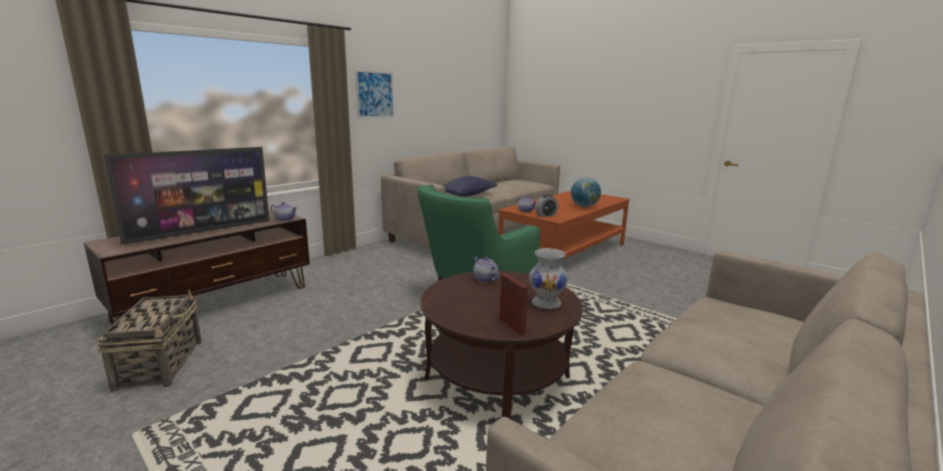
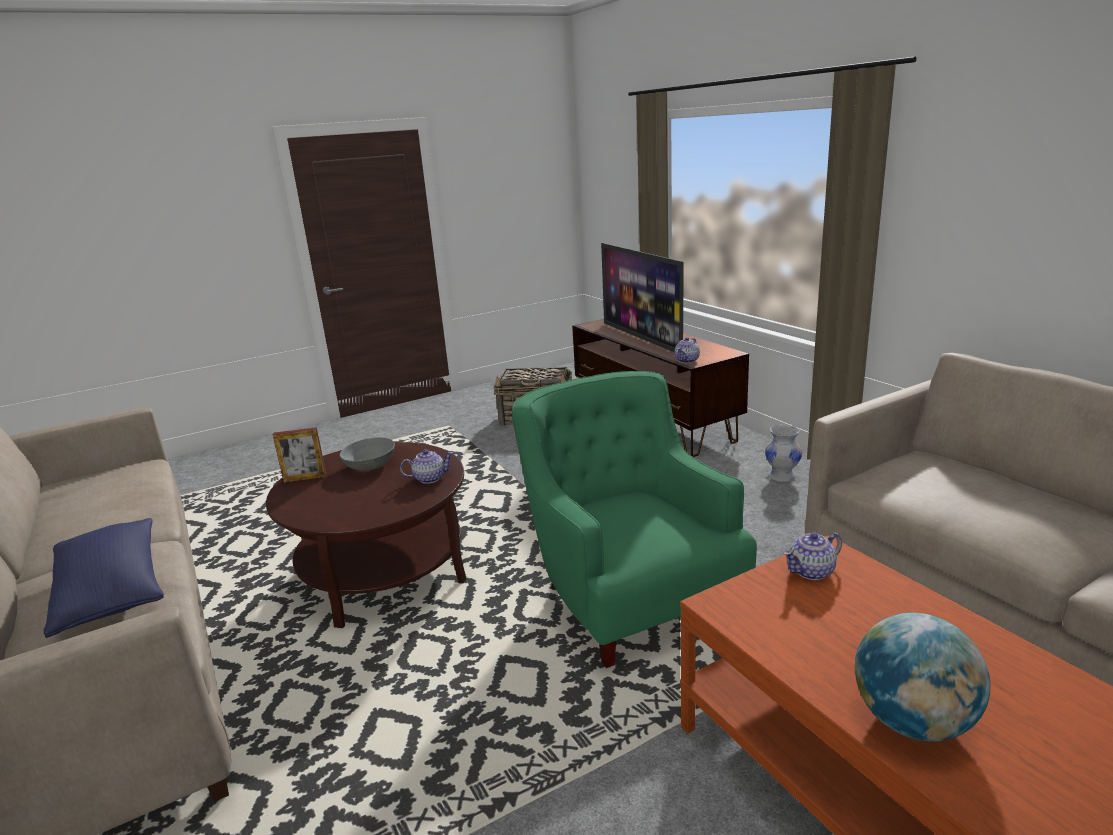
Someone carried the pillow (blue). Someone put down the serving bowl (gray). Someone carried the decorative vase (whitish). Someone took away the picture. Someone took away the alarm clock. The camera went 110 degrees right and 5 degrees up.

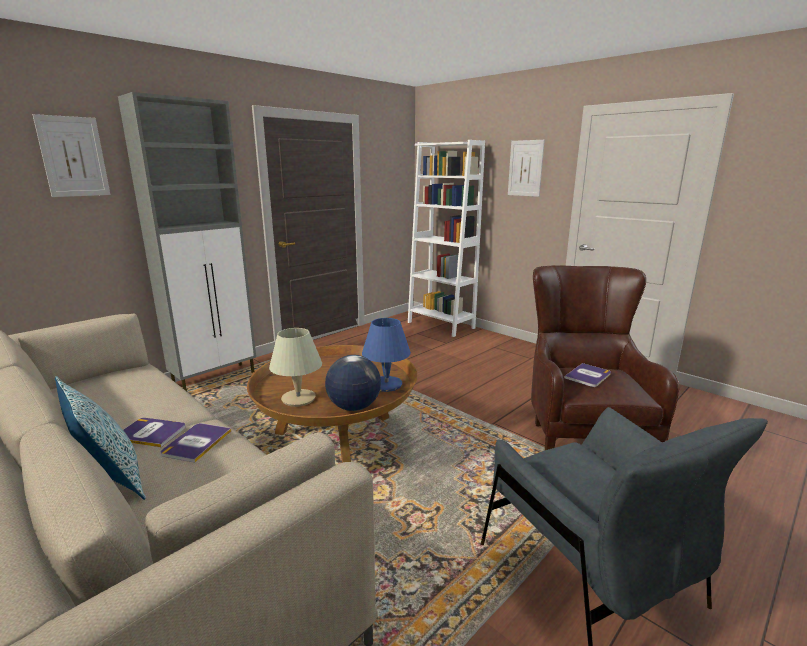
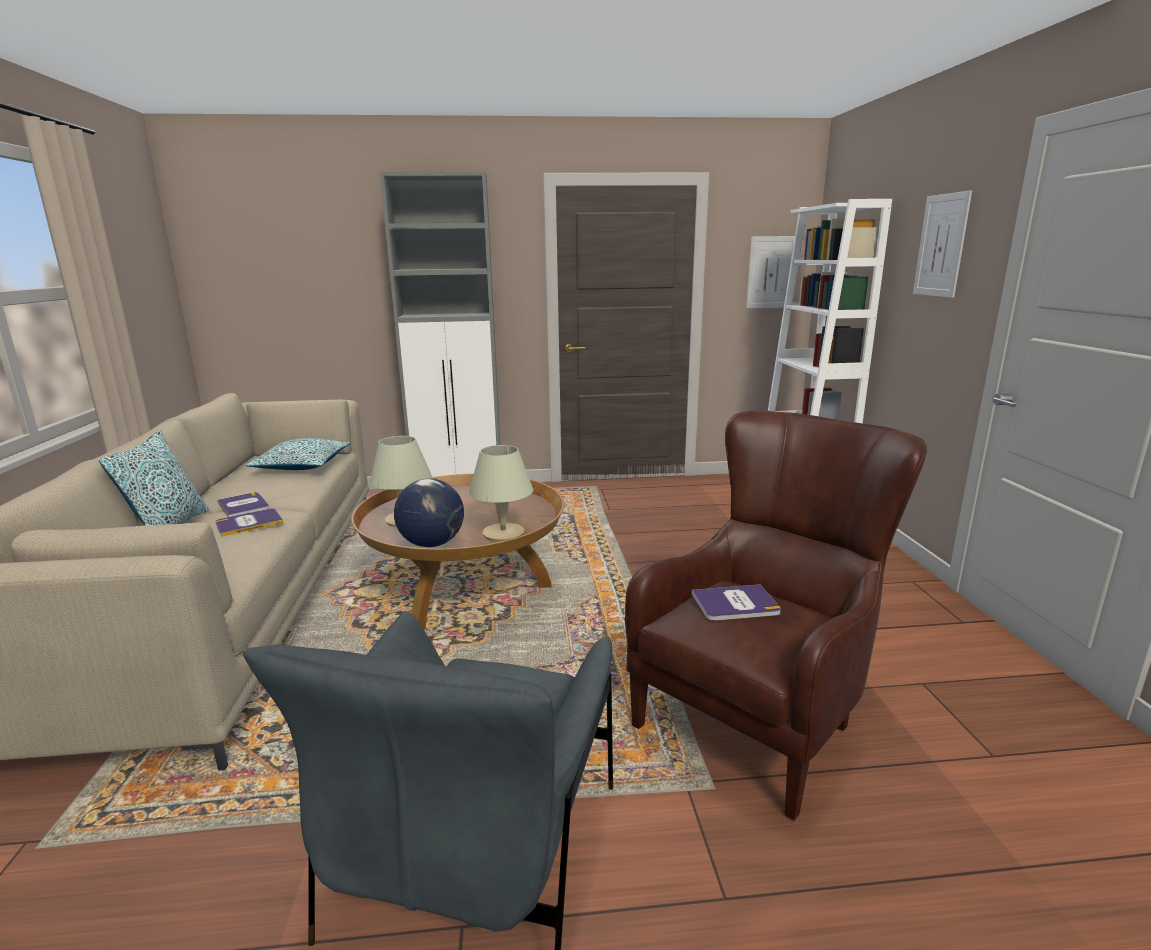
Someone put down the pillow (no. 2 from left). Someone repainted the table lamp (blue), which became the table lamp (beige-coloured) (no. 2 from left). Someone carried the picture (no. 1 from left). The camera went 40 degrees right and 0 degrees up.

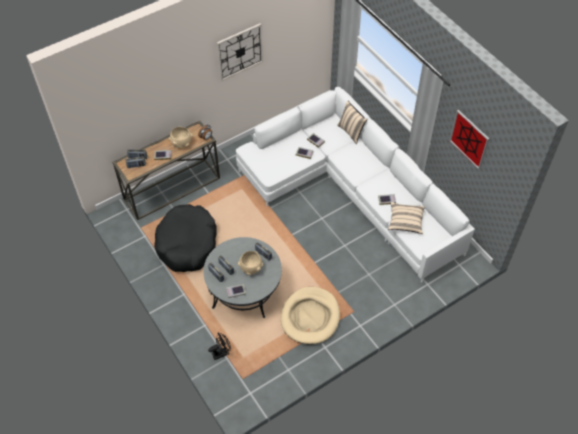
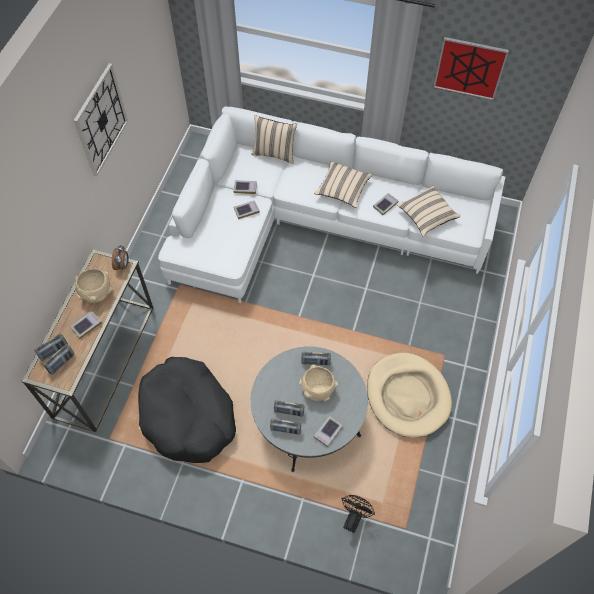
Someone put down the pillow (beige-coloured) (no. 2 from left). The camera went 40 degrees left and 5 degrees up.

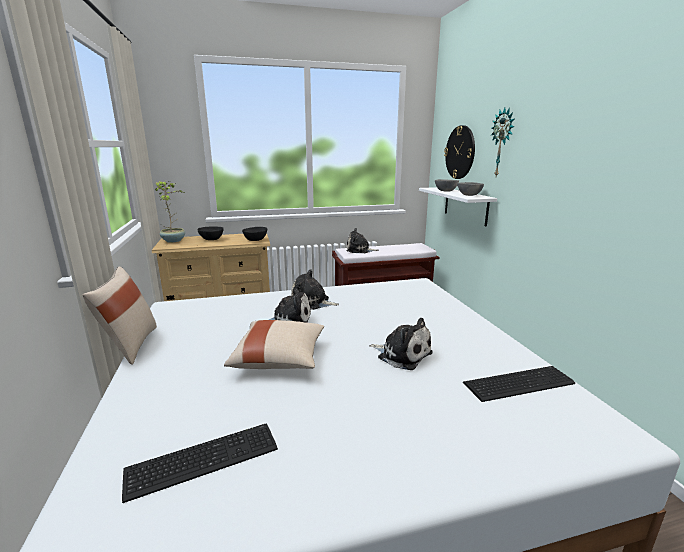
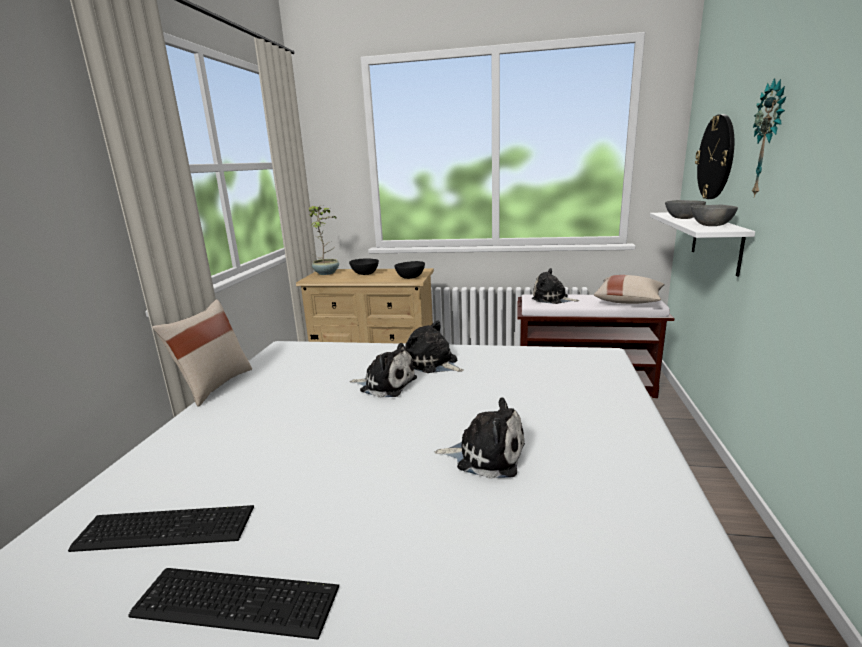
Someone carried the keyboard (no. 2 from left). Someone rotated the cuddly toy (no. 4 from left in the first image) by 45 degrees counterclockwise. Someone carried the pillow (beige-coloured) (no. 2 from left). The camera went 25 degrees right and 0 degrees up.

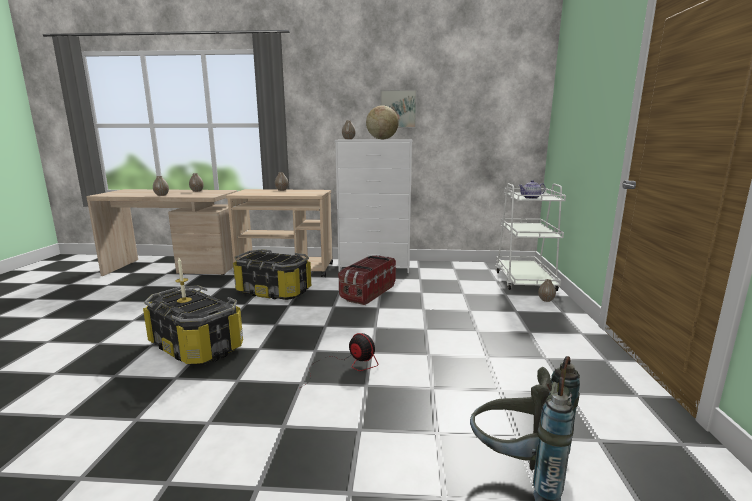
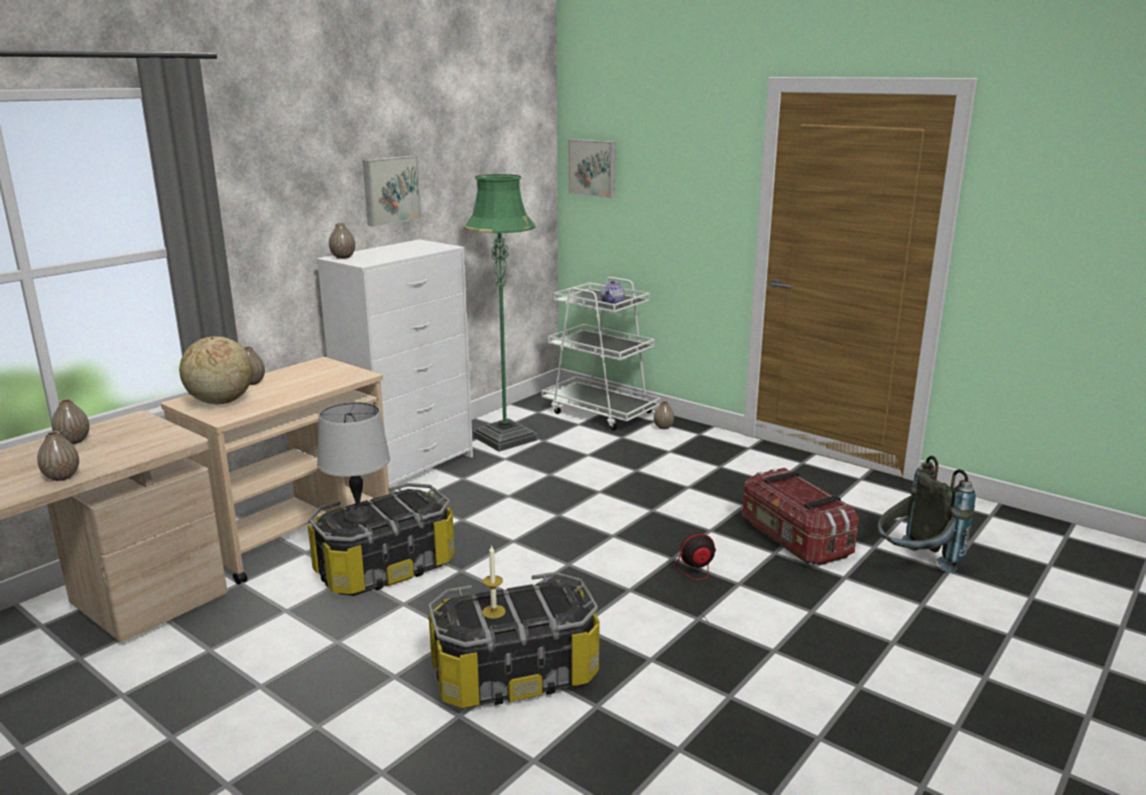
Someone carried the globe. Someone put down the table lamp (gray). Someone put down the standard lamp (greenish). Someone put up the picture (no. 2 from left). Someone carried the storage bin (no. 3 from left). The camera went 55 degrees left and 5 degrees up.

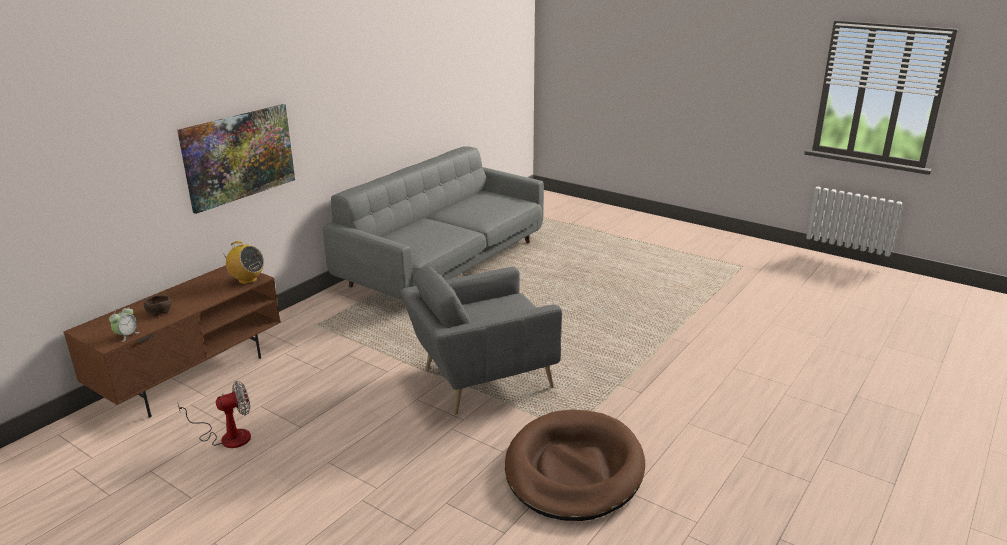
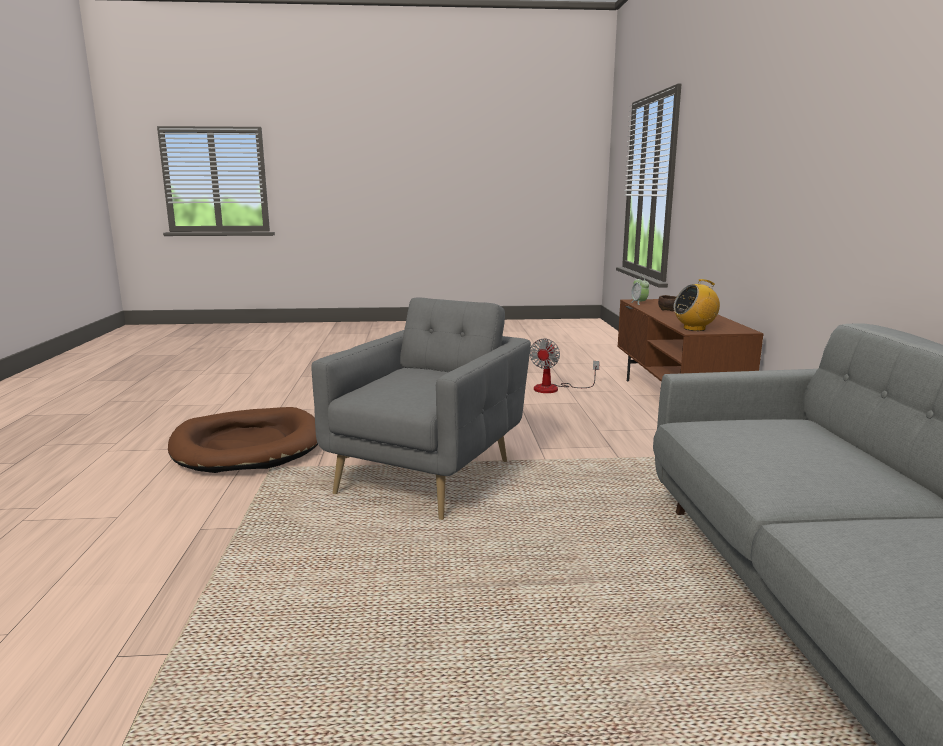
Someone took away the picture. The camera went 140 degrees right and 10 degrees down.

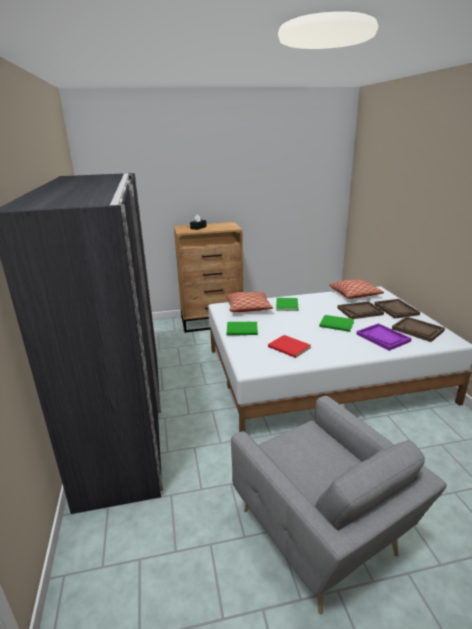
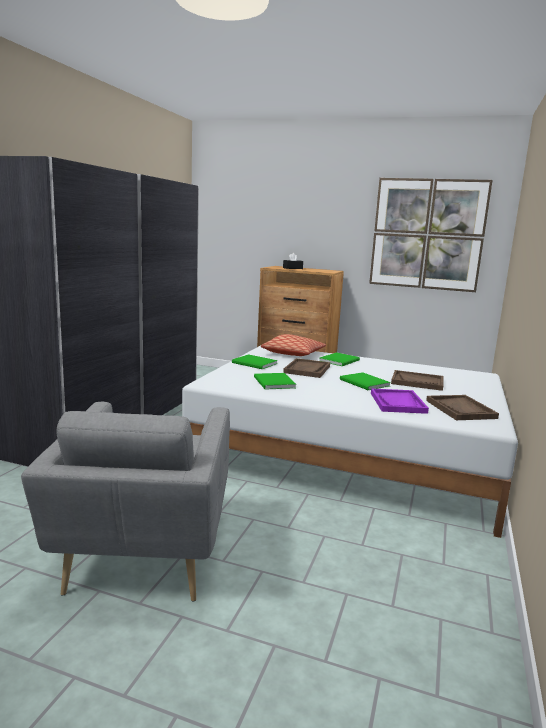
Someone repainted the book (red-coloured), which became the book (greenish) (no. 2 from left). Someone carried the tray (brown-coloured) (no. 2 from left in the first image). Someone put up the picture. Someone took away the pillow (no. 2 from left). The camera went 30 degrees right and 10 degrees down.

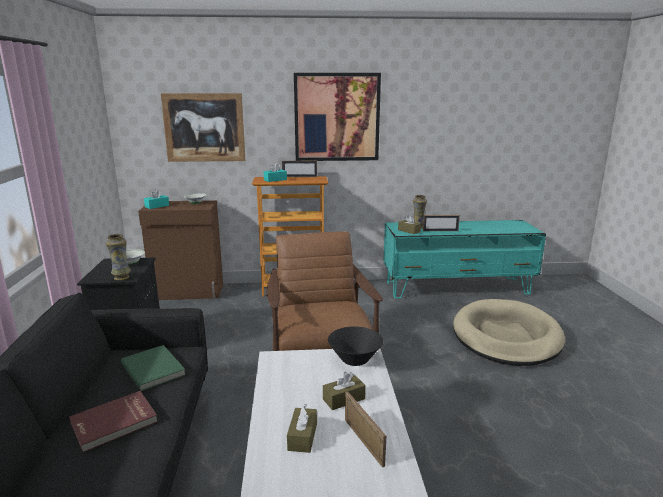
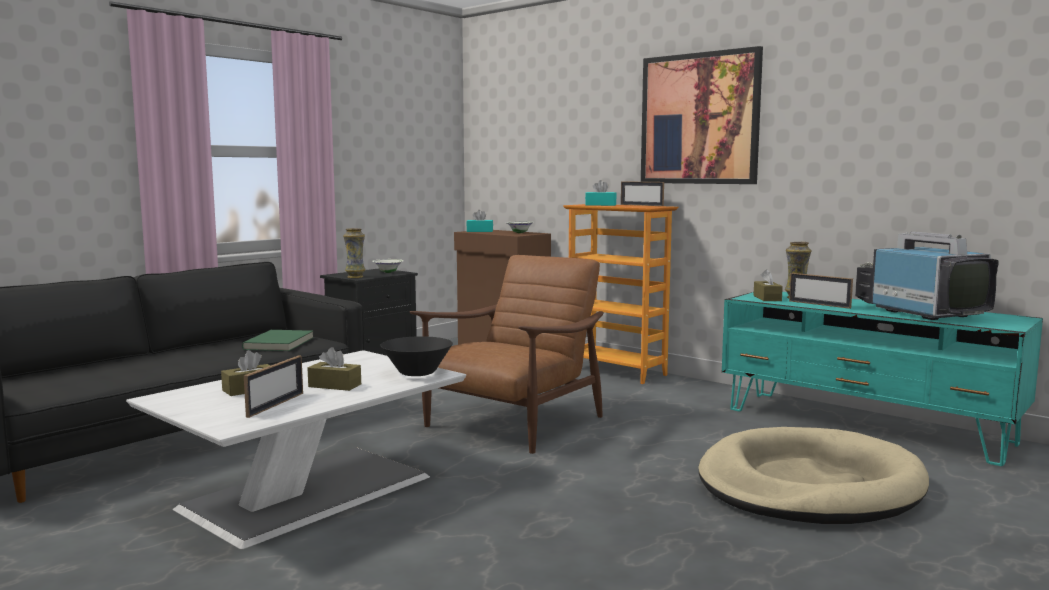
Someone put down the TV set. Someone took away the book (red-coloured). Someone took away the picture (no. 1 from left). The camera went 45 degrees right and 10 degrees down.

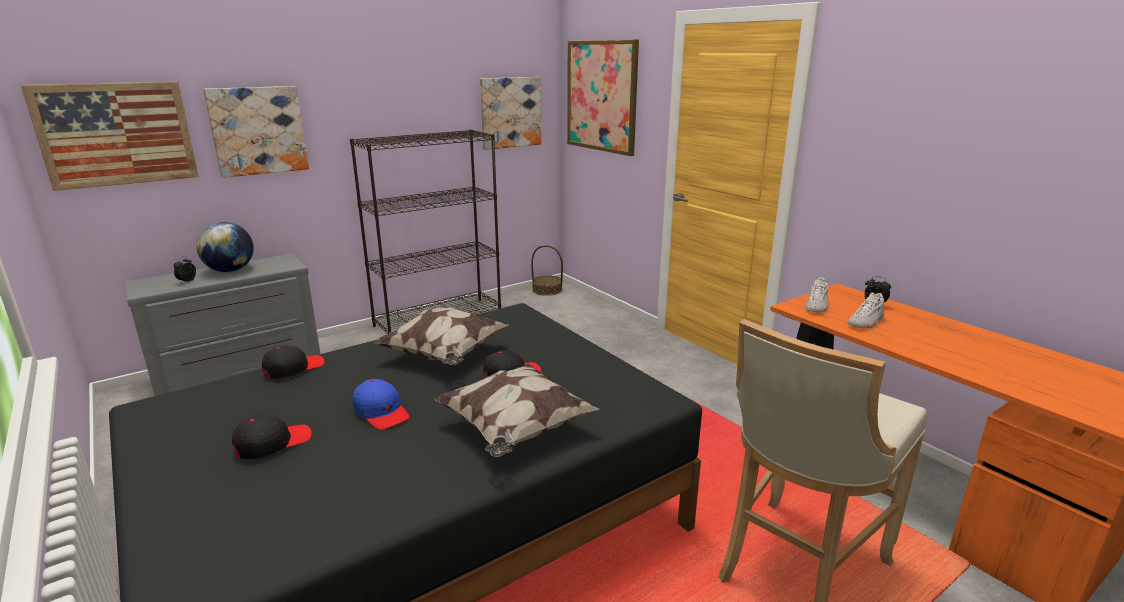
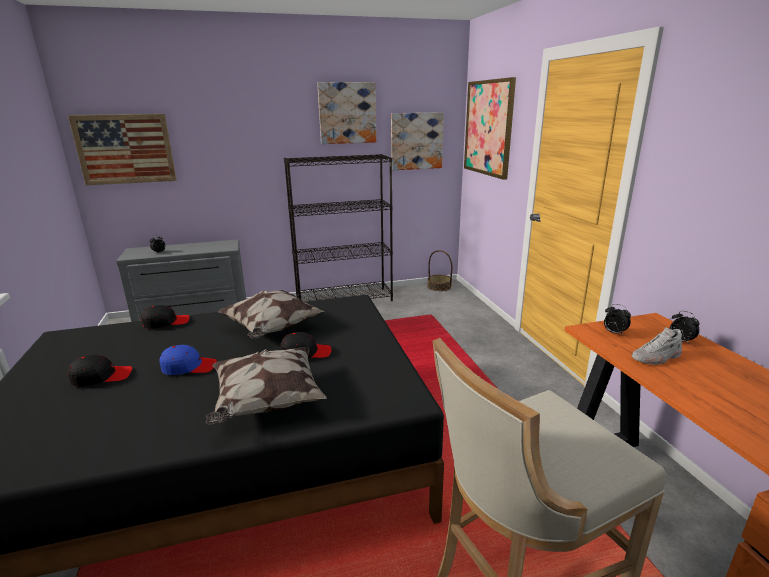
Someone rotated the baseball cap (blue) by 75 degrees counterclockwise. Someone carried the picture (no. 2 from left). Someone swapped the low shoe (whitish) (no. 1 from left) for the alarm clock (no. 2 from left). Someone took away the globe. The camera went 20 degrees right and 0 degrees up.

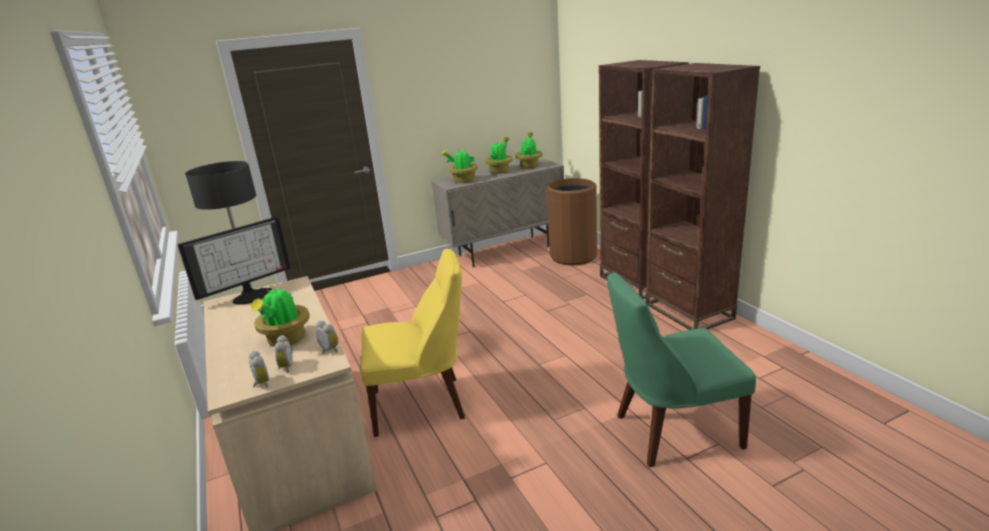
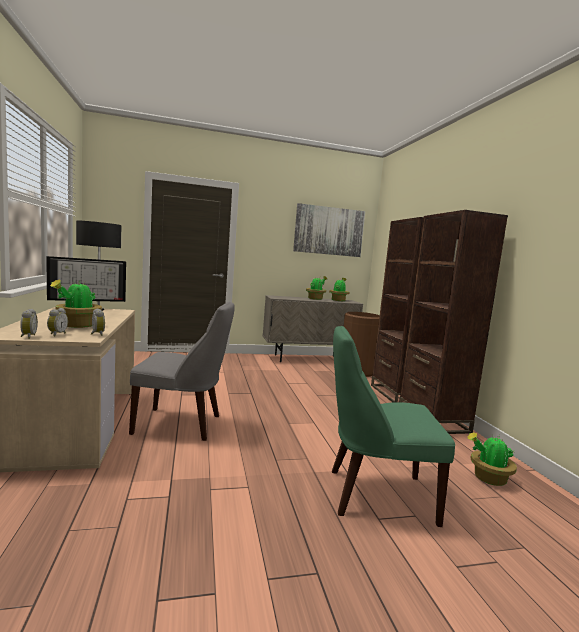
Someone repainted the plain chair (yellowish), which became the plain chair (gray). Someone put up the picture. Someone carried the potted plant (no. 2 from left in the first image). The camera went 10 degrees right and 15 degrees down.

